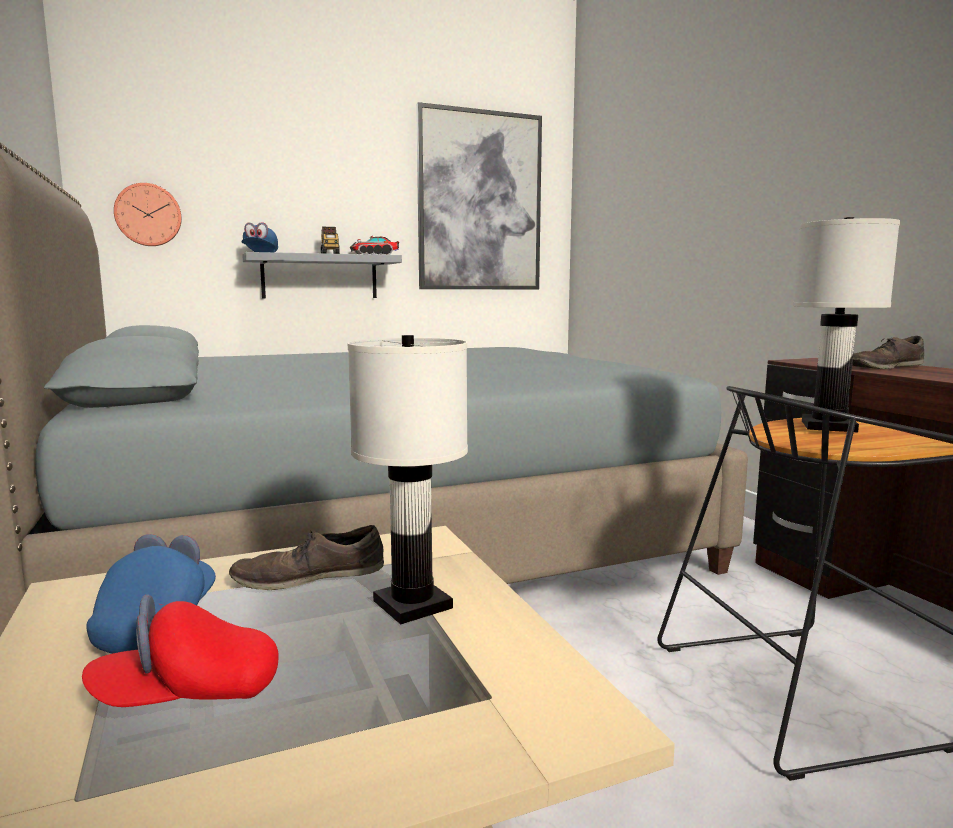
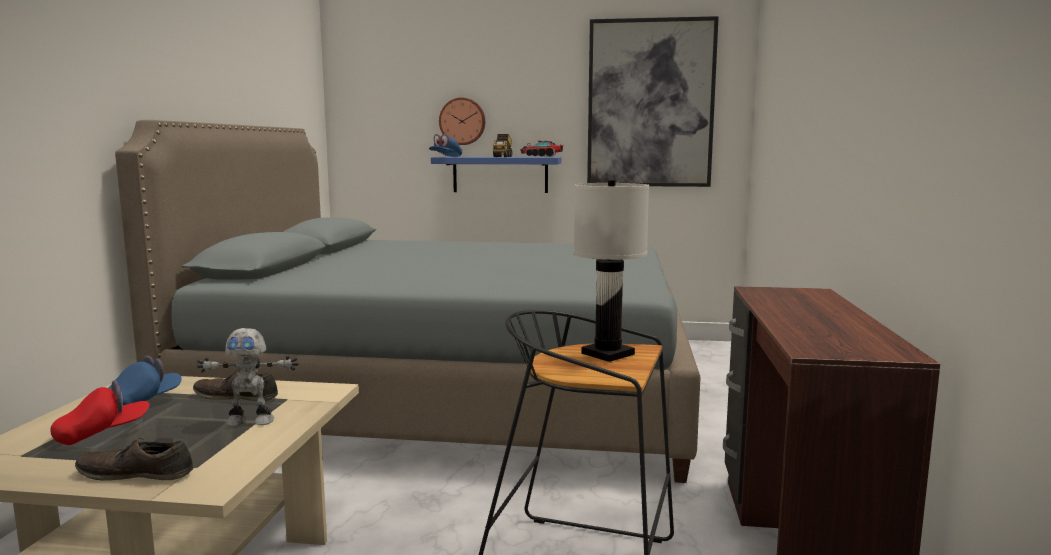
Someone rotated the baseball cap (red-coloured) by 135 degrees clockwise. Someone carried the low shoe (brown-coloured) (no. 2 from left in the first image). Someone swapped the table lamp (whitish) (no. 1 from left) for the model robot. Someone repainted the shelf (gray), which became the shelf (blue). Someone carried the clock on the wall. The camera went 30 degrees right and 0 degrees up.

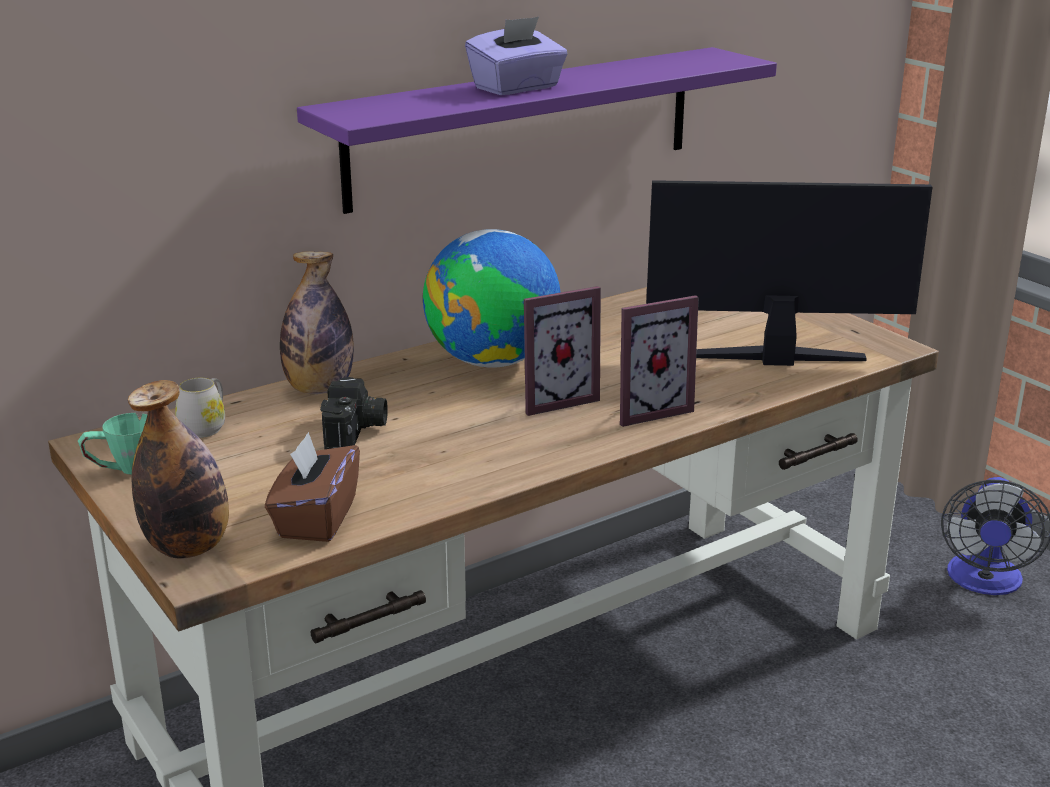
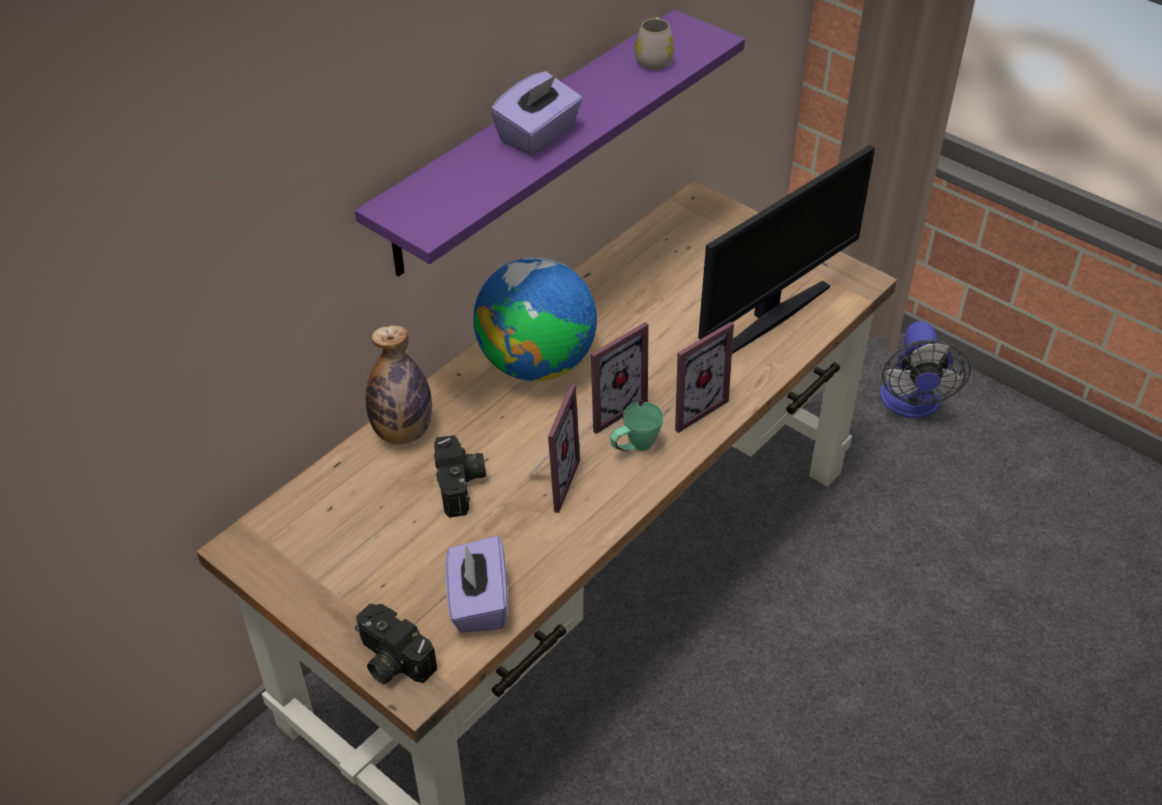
Someone swapped the beverage bottle (no. 1 from left) for the still camera (no. 1 from left). Someone repainted the box of tissues (brown-coloured), which became the box of tissues (purplish) (no. 1 from left). Someone put down the photo frame (no. 1 from left). Someone carried the mug (greenish). Someone carried the mug (whitish). Someone rotated the computer display by 150 degrees clockwise. The camera went 15 degrees left and 20 degrees up.

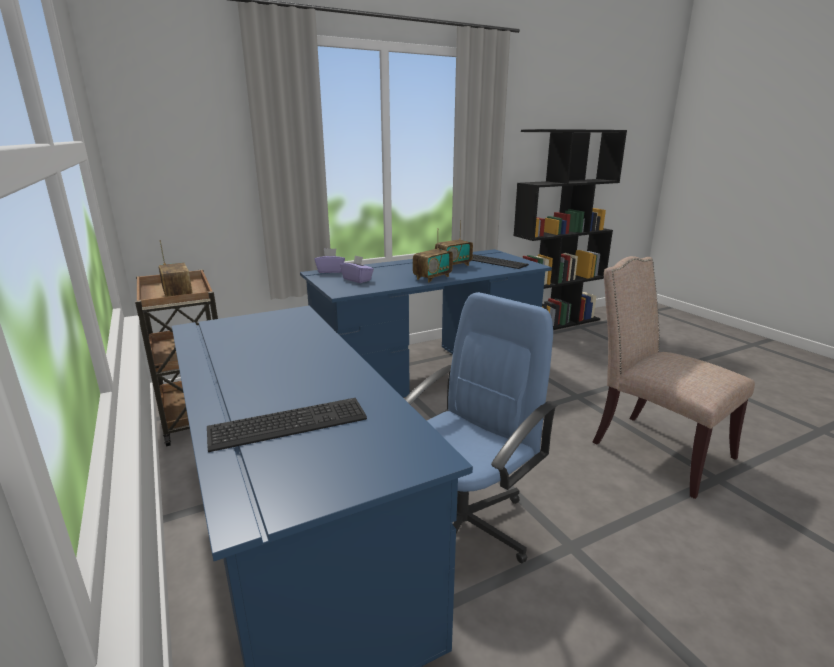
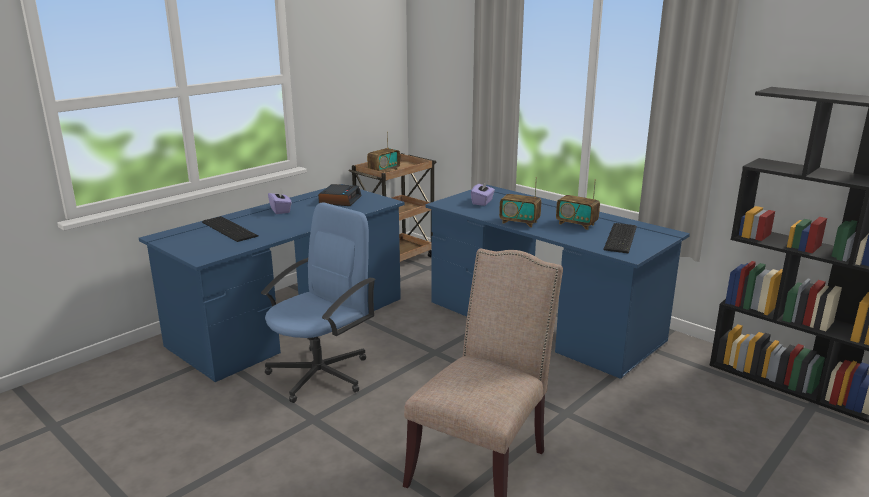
Someone rotated the computer chair (blue) by 75 degrees counterclockwise. Someone carried the box of tissues (purplish) (no. 1 from left). Someone put down the alarm clock. The camera went 70 degrees right and 0 degrees up.

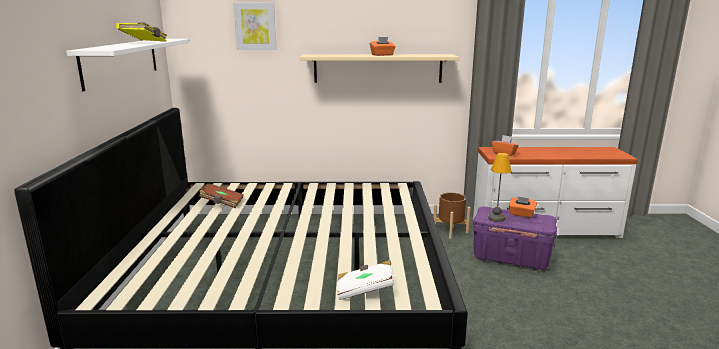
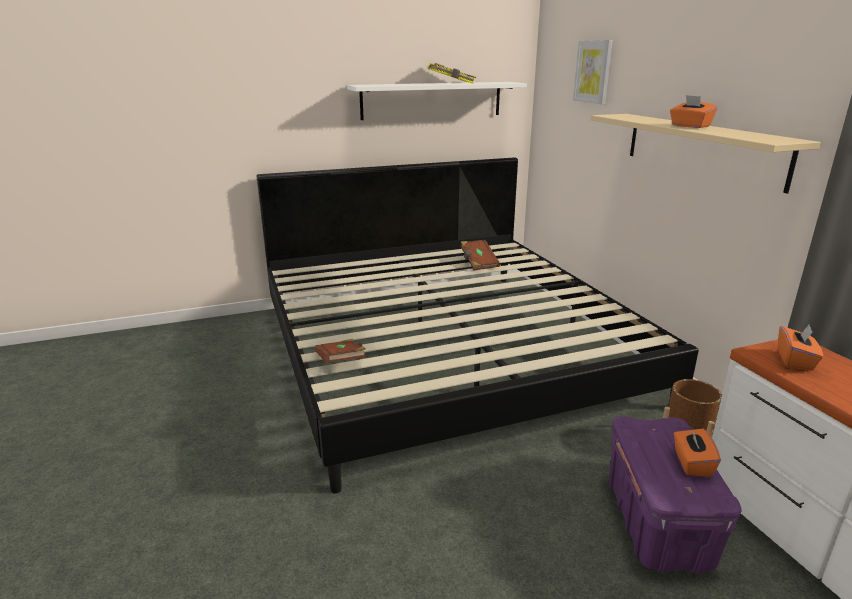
Someone repainted the book (whitish), which became the book (brown-coloured) (no. 1 from left). Someone took away the table lamp. The camera went 70 degrees right and 5 degrees up.

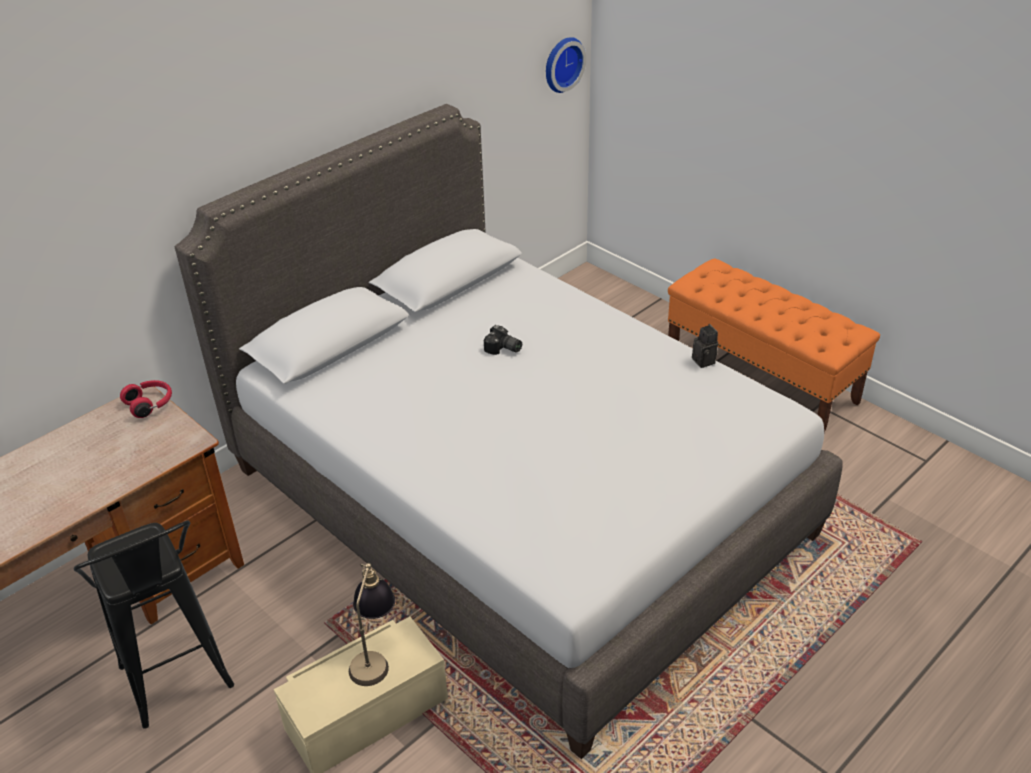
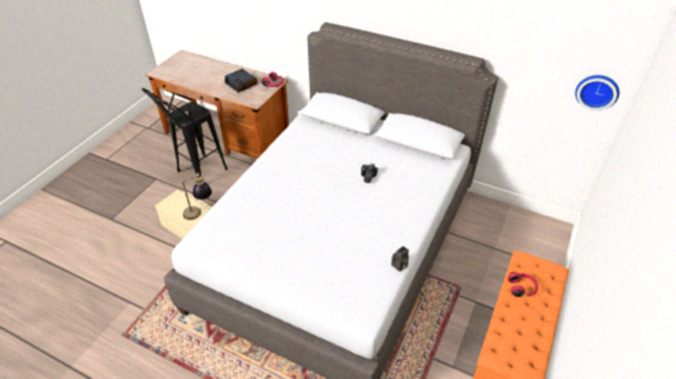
Someone put down the alarm clock. Someone put down the headset (red-coloured) (no. 2 from left). The camera went 70 degrees right and 5 degrees up.

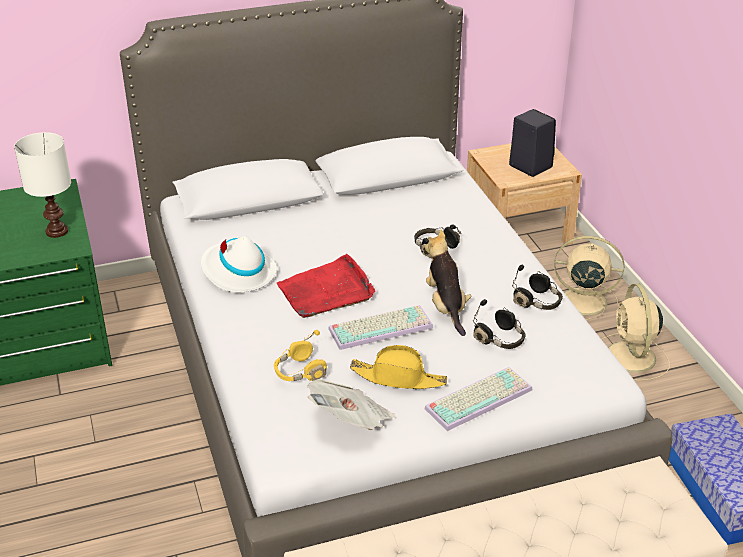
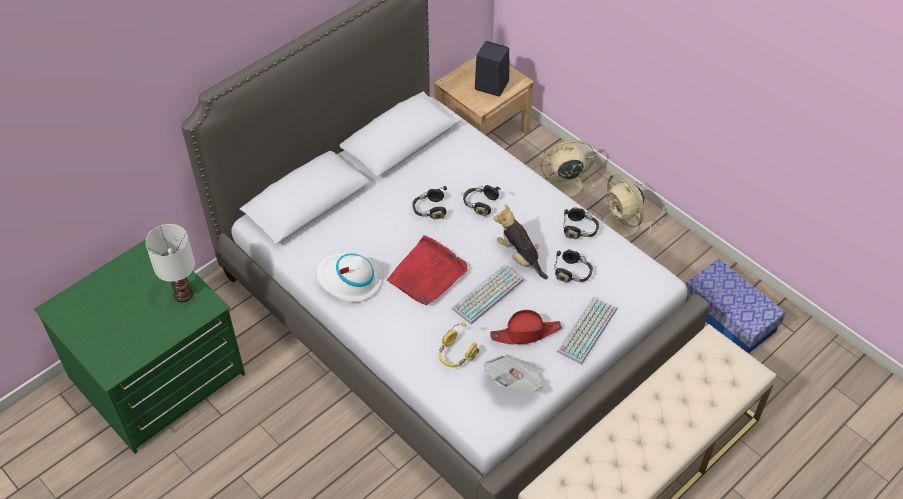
Someone put down the headset (black) (no. 1 from left). Someone repainted the hat (yellowish), which became the hat (red-coloured). The camera went 25 degrees left and 15 degrees up.

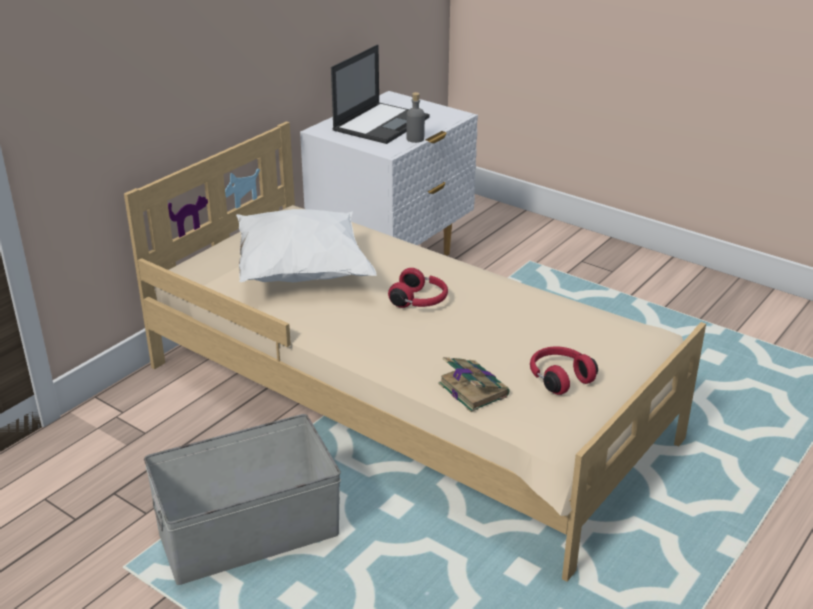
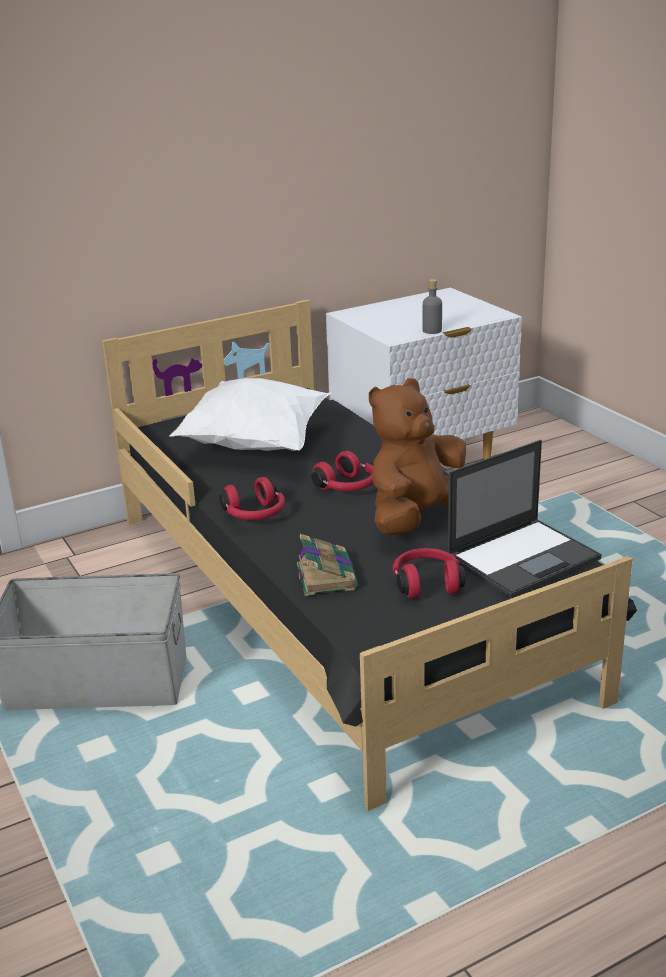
Someone repainted the bedroom bed (beige-coloured), which became the bedroom bed (black). Someone put down the headset (red-coloured) (no. 1 from left). Someone put down the cuddly toy (brown-coloured). Someone carried the notebook computer. The camera went 25 degrees right and 5 degrees down.

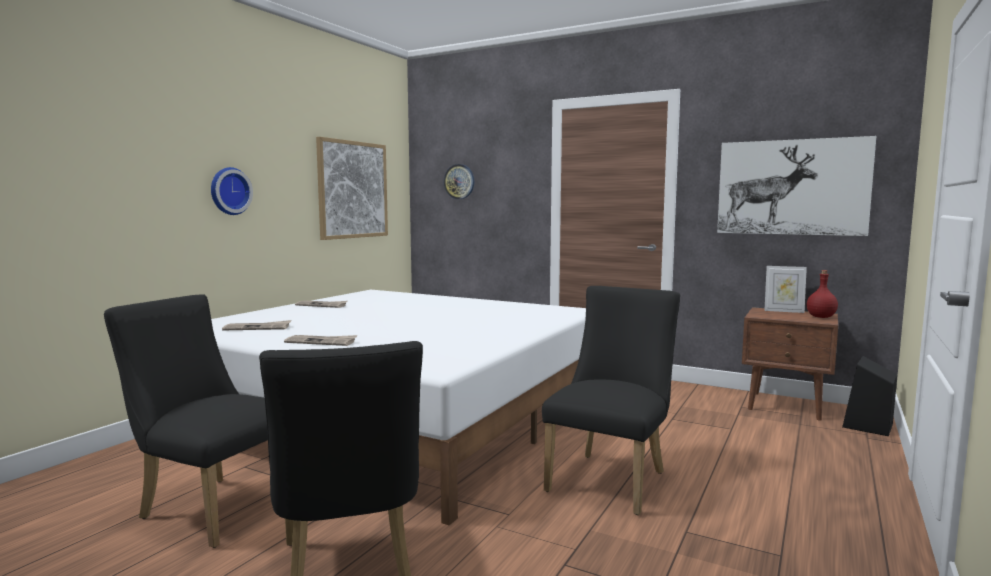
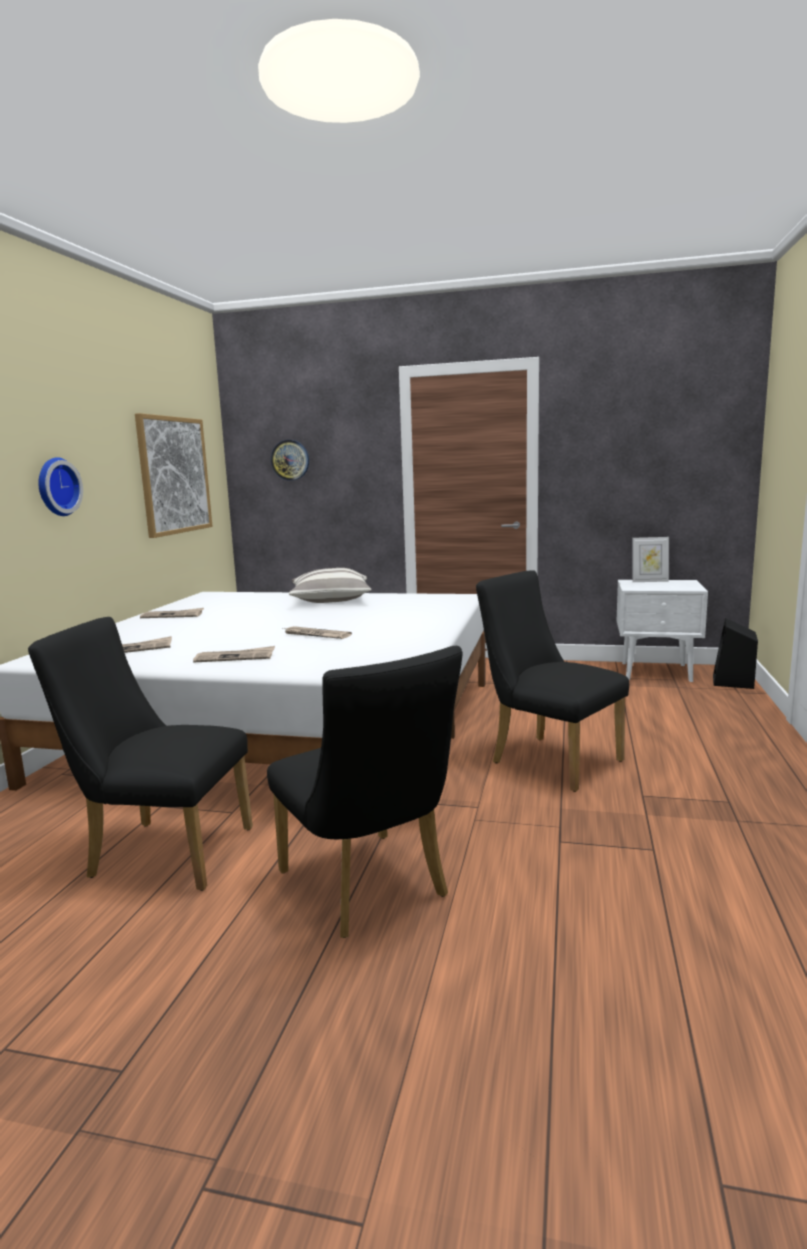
Someone put down the printed paper (no. 4 from left). Someone put down the pillow. Someone rotated the plain chair (black) (no. 3 from left) by 60 degrees counterclockwise. Someone repainted the night table (brown-coloured), which became the night table (whitish). Someone took away the picture (no. 2 from left). Someone took away the beverage bottle (red-coloured). The camera went 15 degrees left and 5 degrees up.

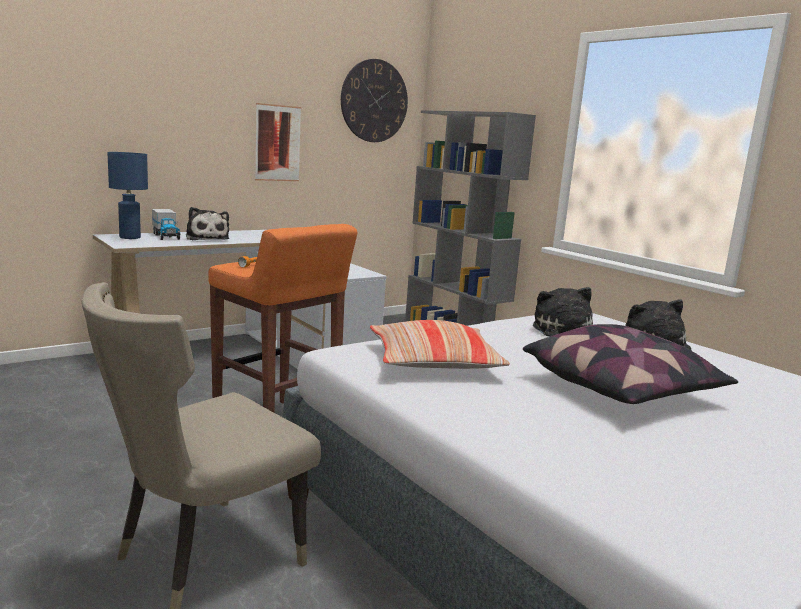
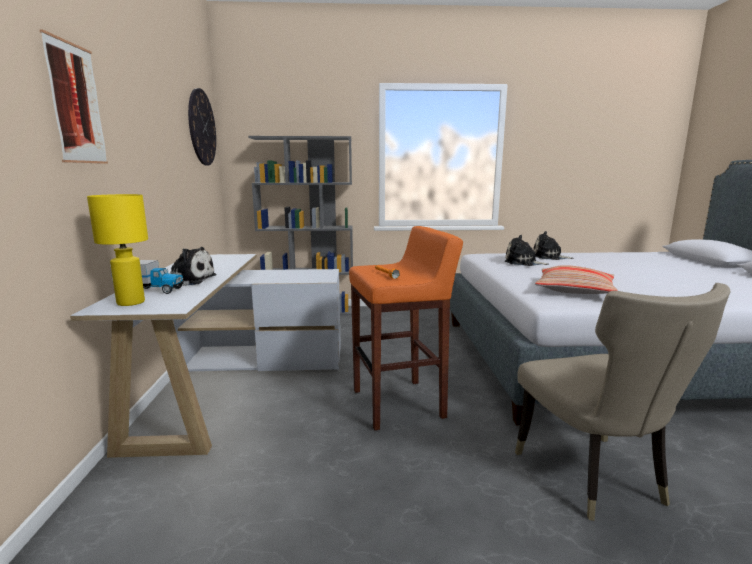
Someone carried the picture. Someone repainted the table lamp (blue), which became the table lamp (yellowish). Someone took away the pillow (no. 2 from left). The camera went 55 degrees left and 0 degrees up.

